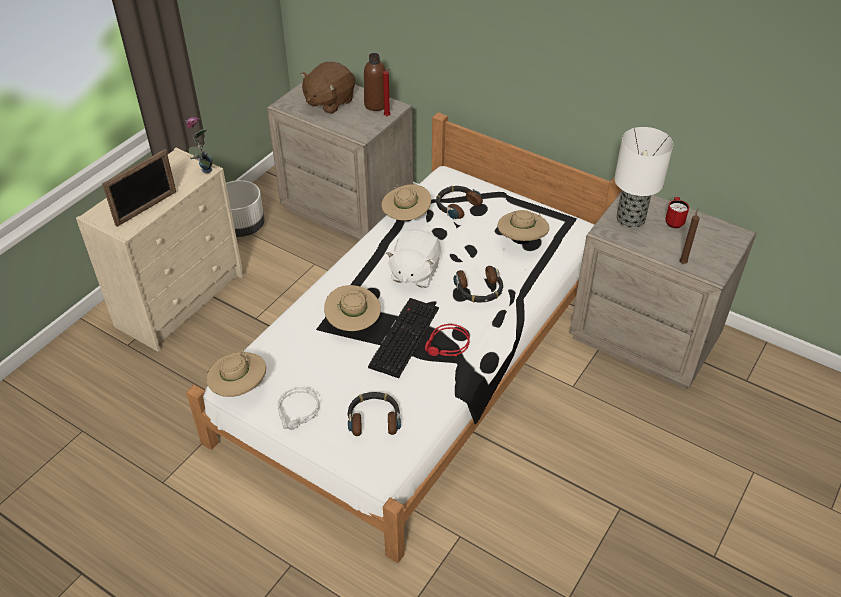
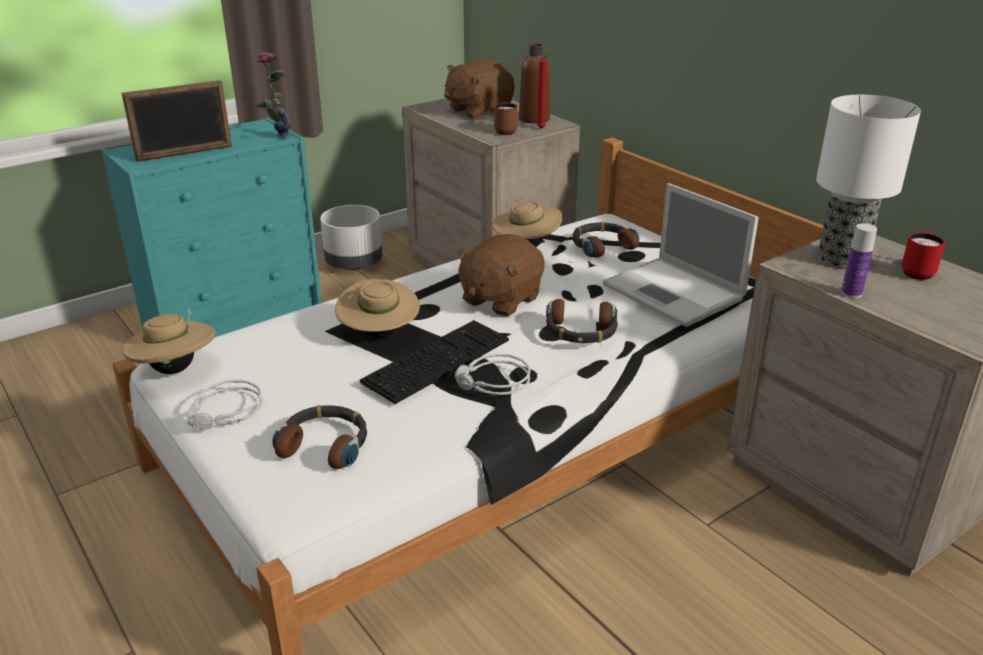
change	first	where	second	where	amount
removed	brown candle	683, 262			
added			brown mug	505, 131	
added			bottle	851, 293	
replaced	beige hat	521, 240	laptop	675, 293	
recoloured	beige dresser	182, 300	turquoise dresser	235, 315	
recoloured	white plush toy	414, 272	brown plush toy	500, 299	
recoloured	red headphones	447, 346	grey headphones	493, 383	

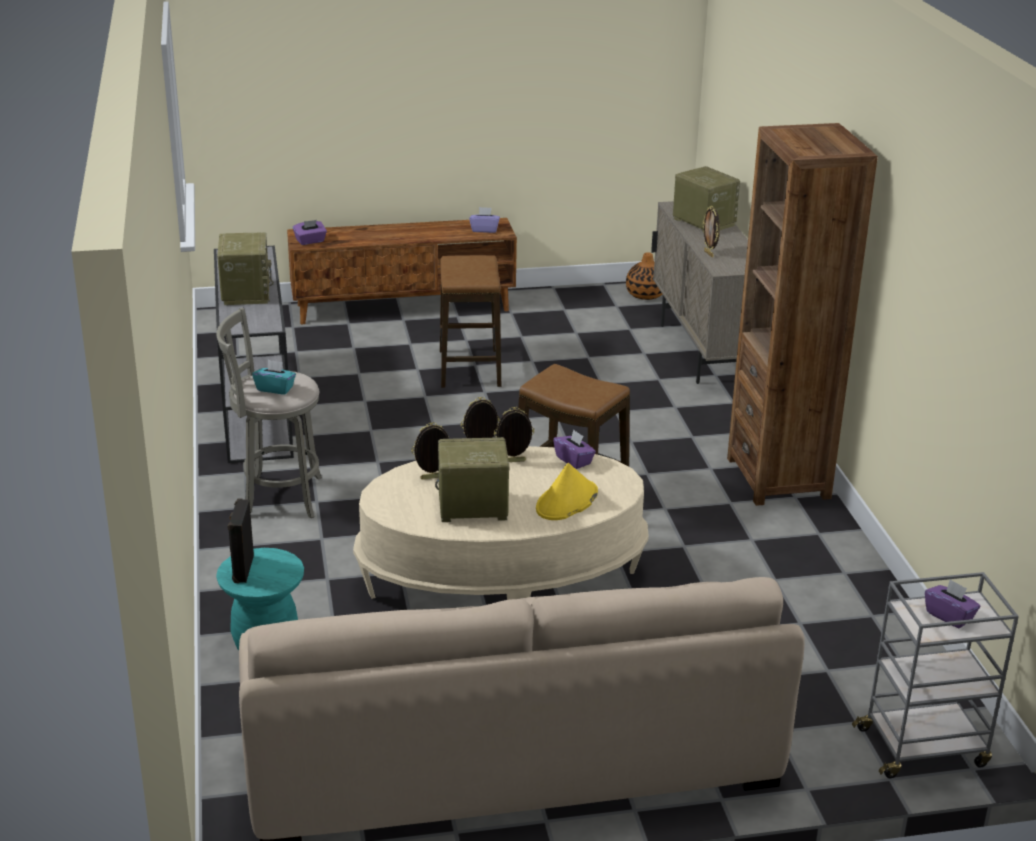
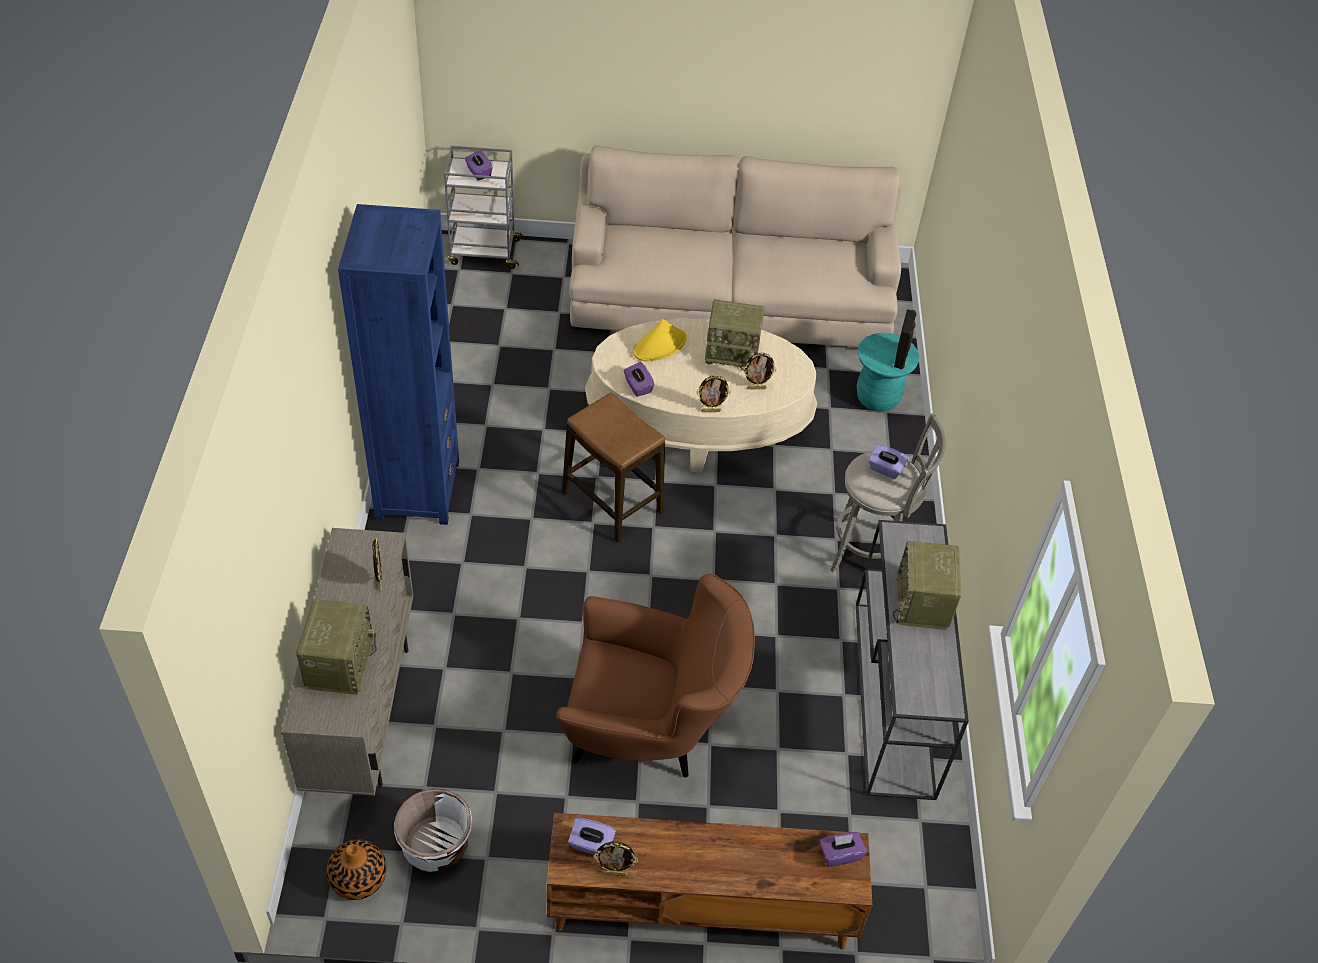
change	first	where	second	where	amount
added			white planter	436, 846	
moved	picture frame	513, 462		614, 873	
replaced	stool	469, 368	brown armchair	649, 732	
recoloured	turquoise tissue box	275, 389	purple tissue box	885, 469	
recoloured	brown bookcase	778, 478	blue bookcase	417, 489	
turned	radio	702, 222		339, 663	150 degrees counterclockwise

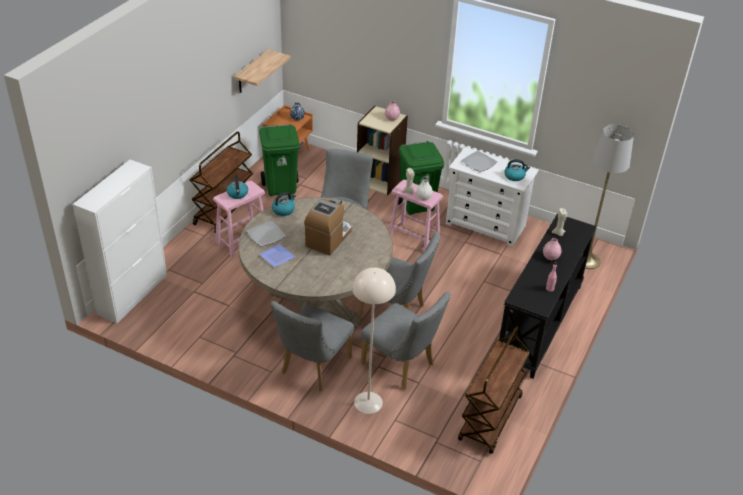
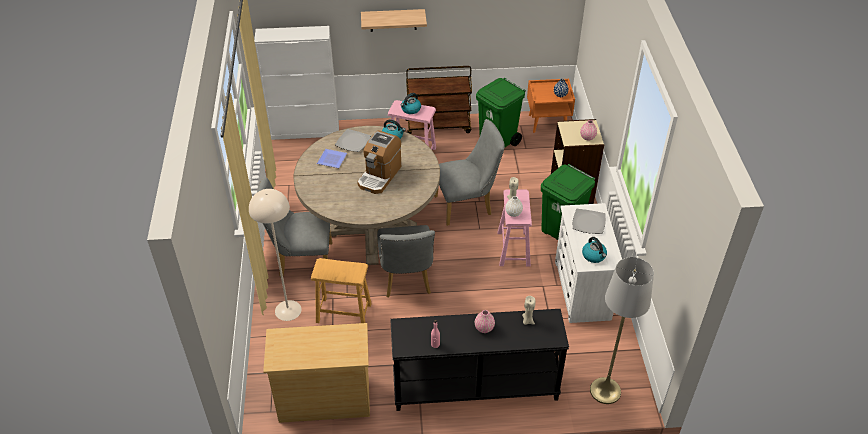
change	first	where	second	where	amount
moved	shelf	251, 72		393, 20	
replaced	grey chair	402, 366	brown stool	344, 313	
replaced	brown cart	490, 419	beige dresser	324, 399	
turned	coffee machine	328, 238		379, 176	120 degrees clockwise

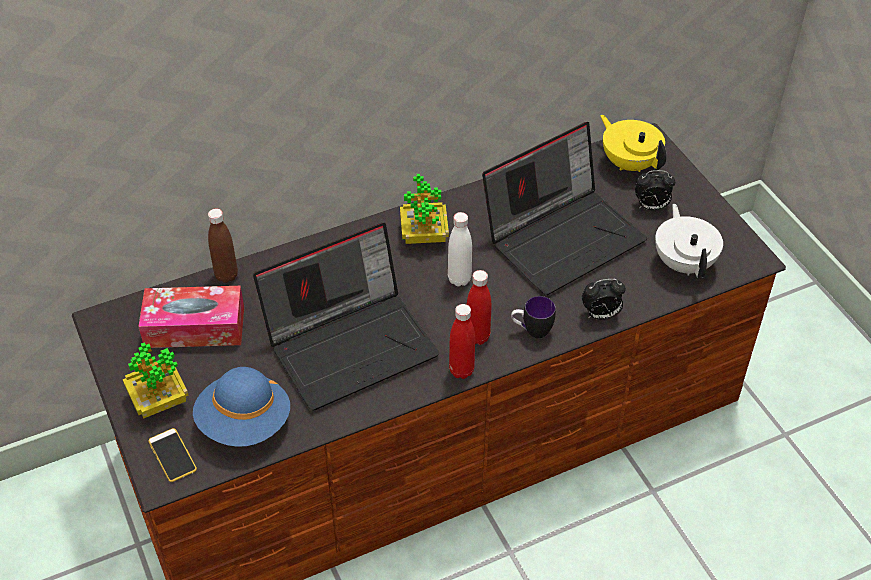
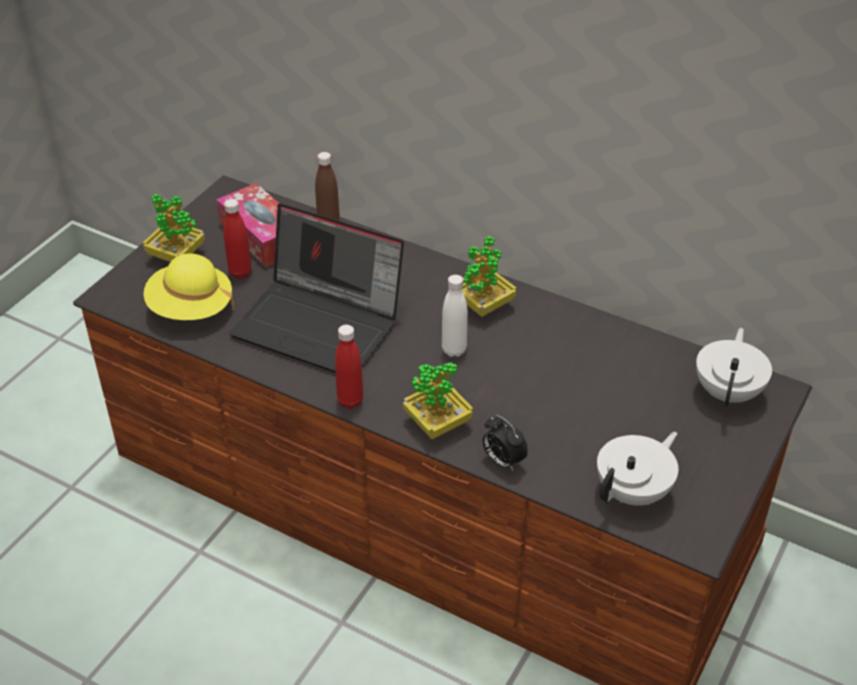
change	first	where	second	where	amount
removed	phone	172, 455			
removed	laptop	563, 236			
removed	alarm clock	651, 207			
moved	red bottle	477, 337		240, 272	
replaced	mug	531, 331	potted plant	437, 423	
recoloured	blue hat	244, 423	yellow hat	190, 308	
recoloured	yellow teapot	629, 163	white teapot	728, 392	

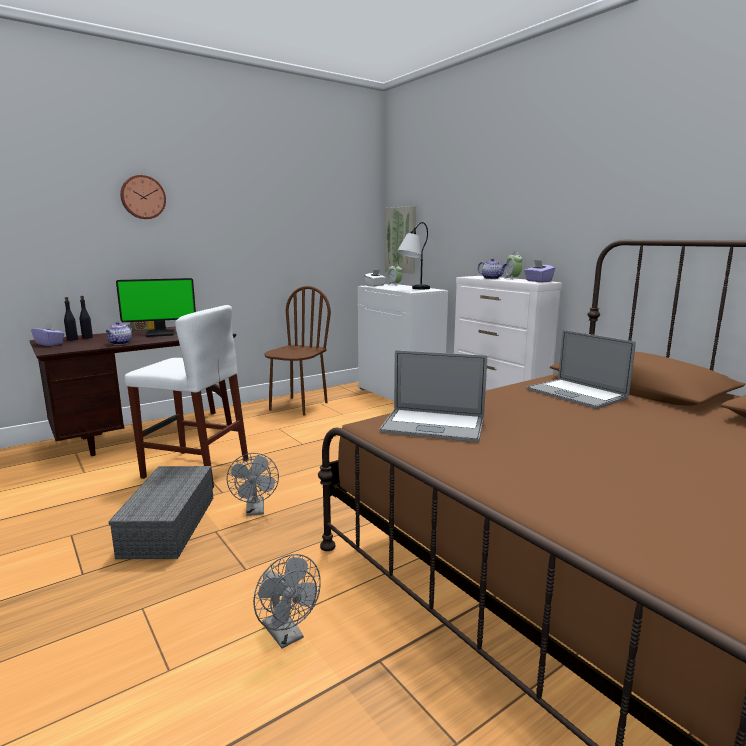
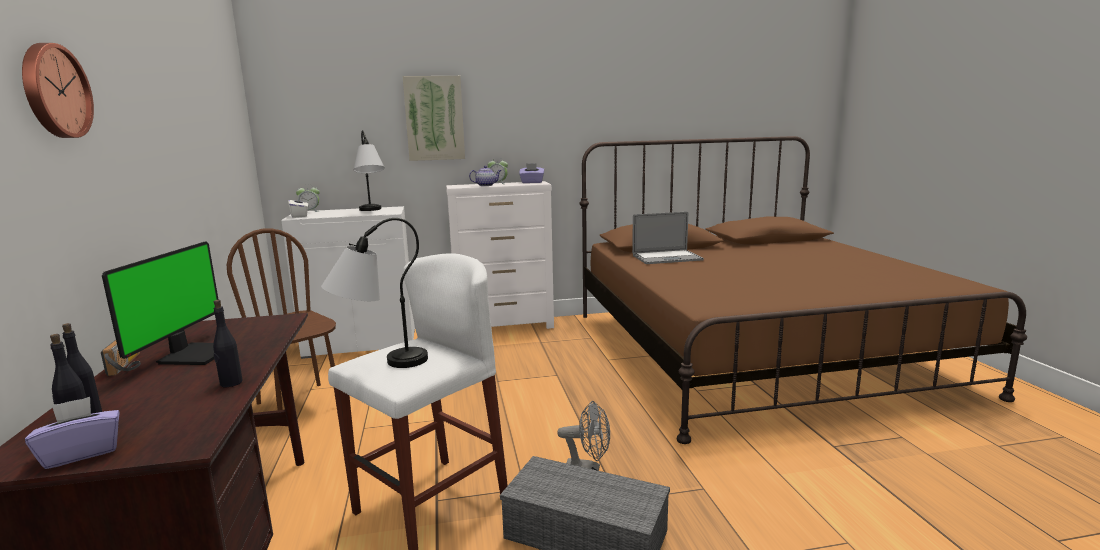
change	first	where	second	where	amount
removed	grey fan	287, 636			
removed	laptop	433, 425			
added			table lamp	379, 364	
moved	picture	401, 240		434, 118	
replaced	teapot	120, 343	black bottle	231, 383	

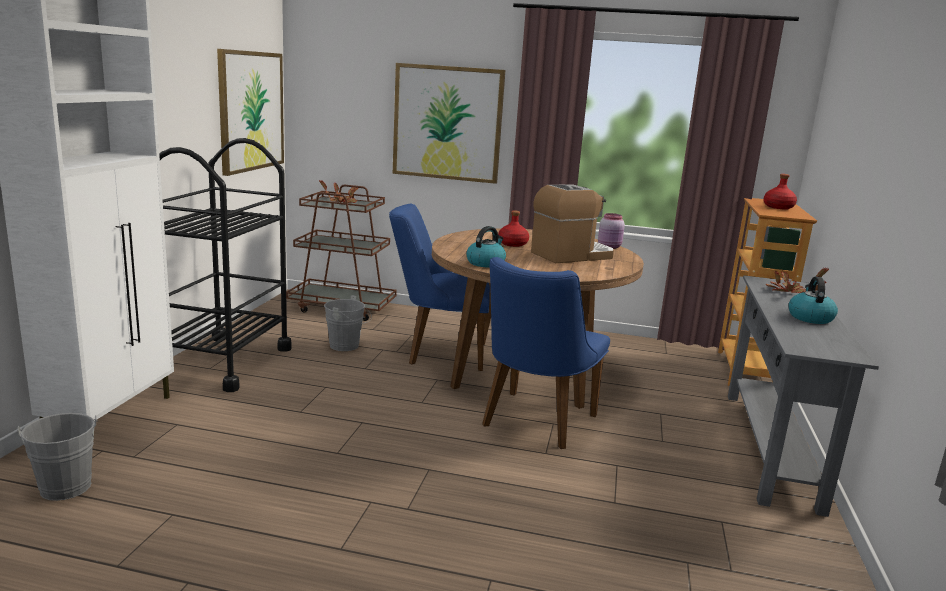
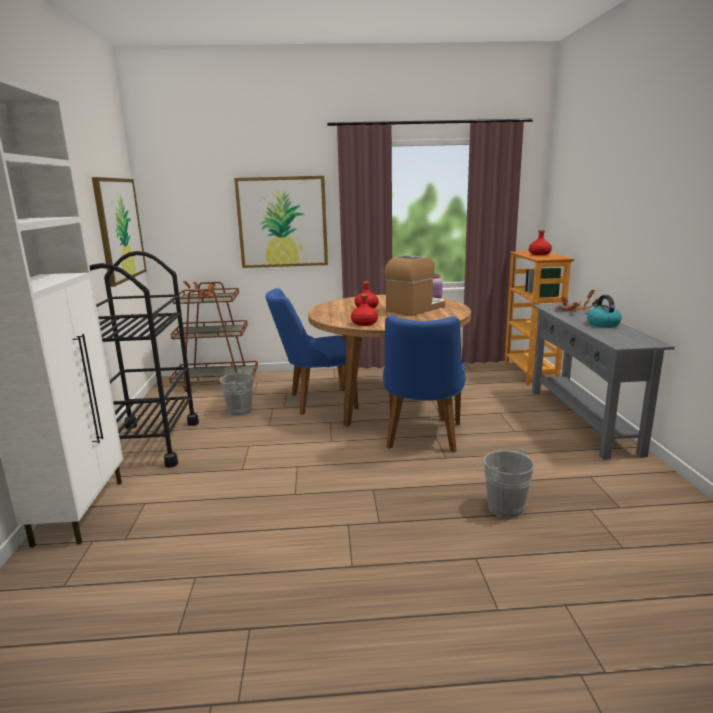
change	first	where	second	where	amount
moved	grey bucket	66, 484		502, 506	
replaced	kettle	485, 263	red bottle	364, 323	

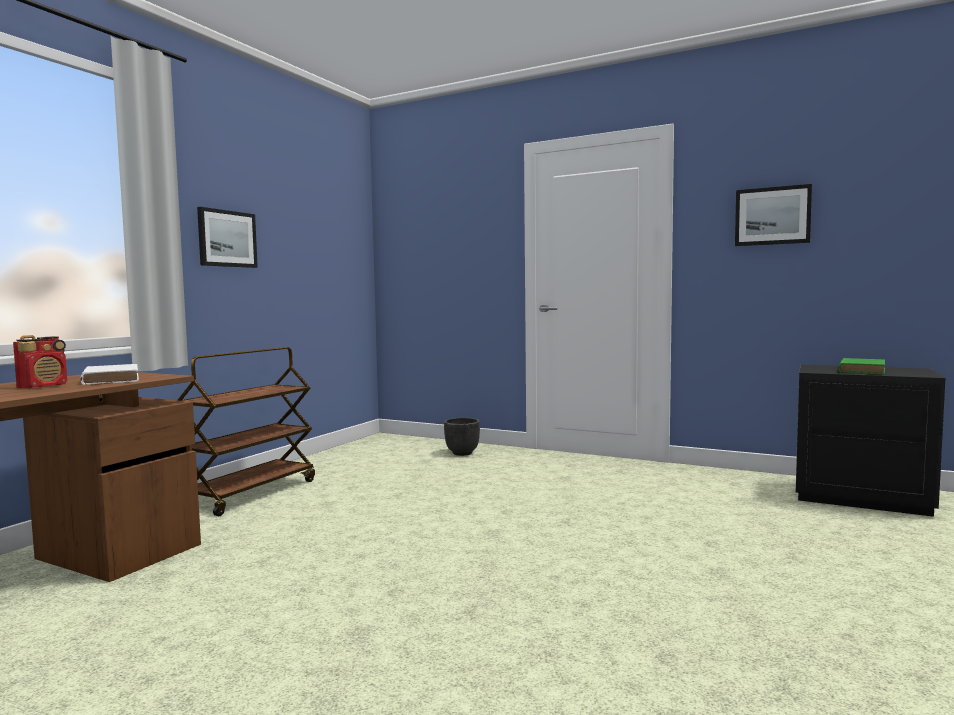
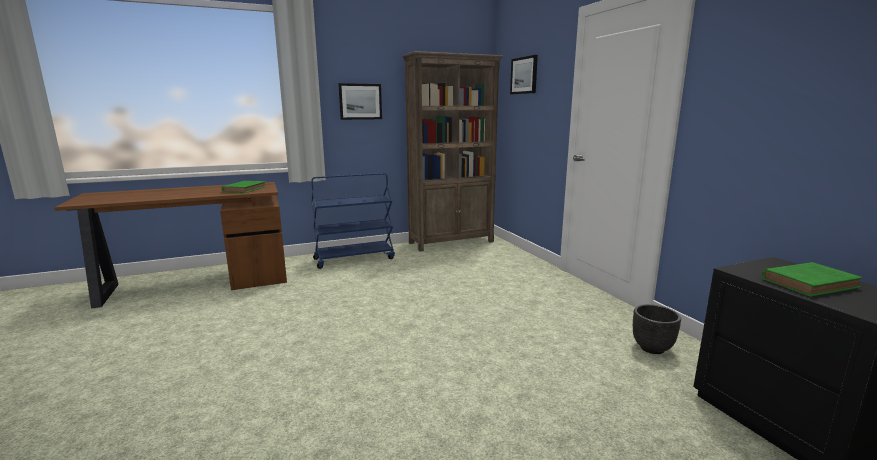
change	first	where	second	where	amount
removed	radio	44, 386			
added			brown bookcase	452, 242	
moved	black planter	462, 453		652, 348	
moved	picture	772, 216		524, 75	
recoloured	white book	111, 379	green book	245, 189	
recoloured	brown cart	251, 493	blue cart	354, 258	

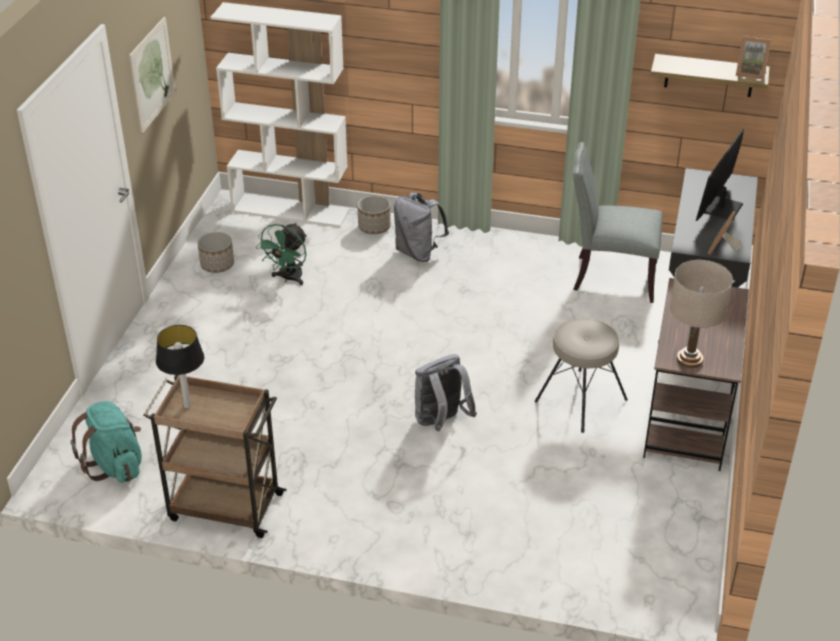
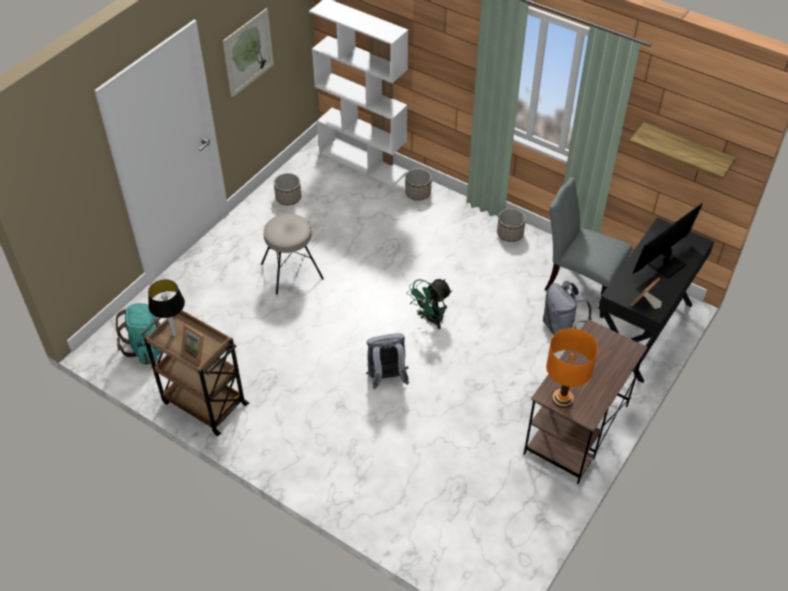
change	first	where	second	where	amount
added			planter	510, 234	
moved	green fan	288, 278		430, 319	
moved	grey backpack	418, 253		561, 328	
moved	beige stool	580, 400		291, 271	
moved	picture frame	750, 73		197, 352	
recoloured	beige table lamp	689, 359	orange table lamp	562, 399	

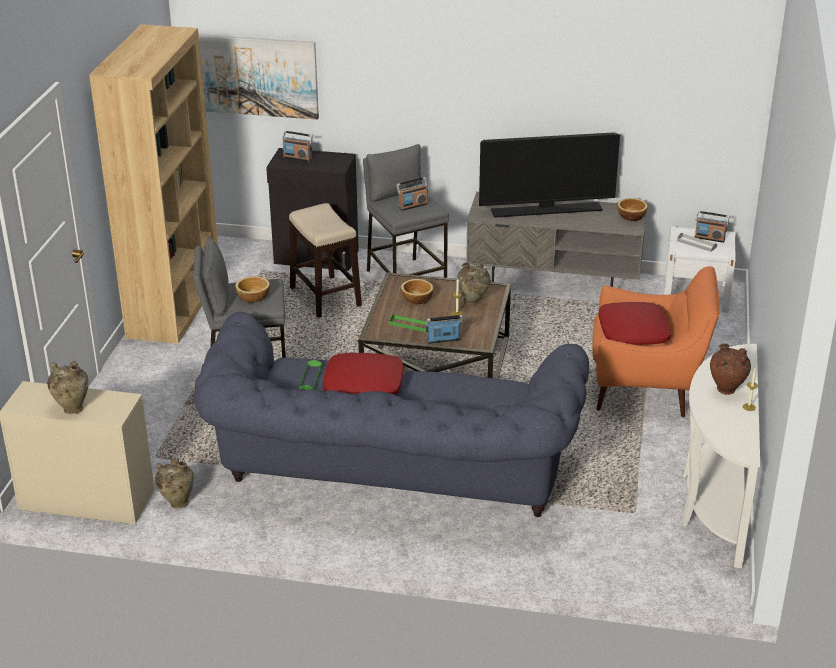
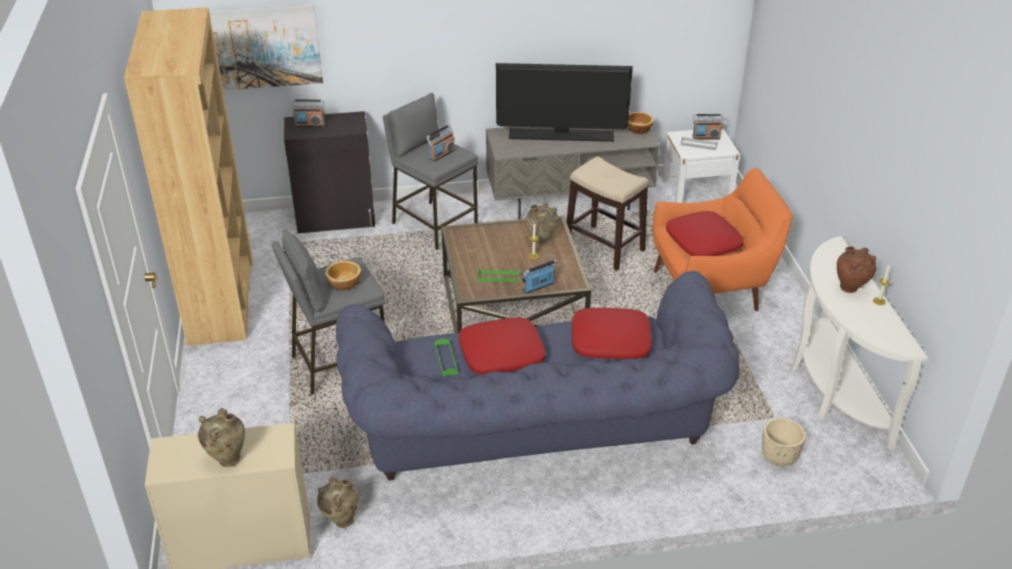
change	first	where	second	where	amount
removed	bowl	416, 299			
added			red pillow	610, 342	
added			beige planter	778, 459	
moved	stool	325, 297		605, 248	
turned	television	546, 210		560, 136	150 degrees counterclockwise

